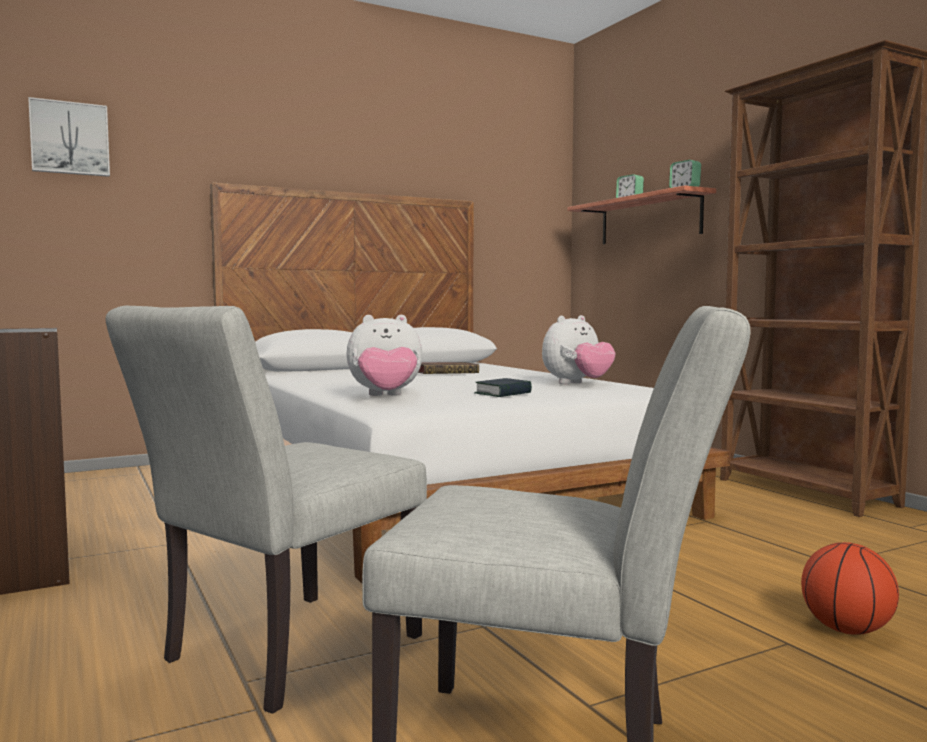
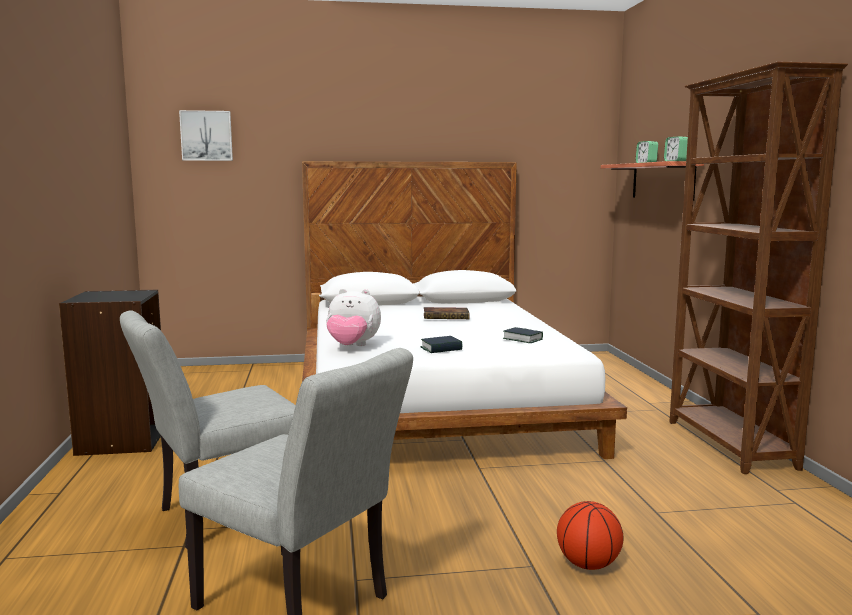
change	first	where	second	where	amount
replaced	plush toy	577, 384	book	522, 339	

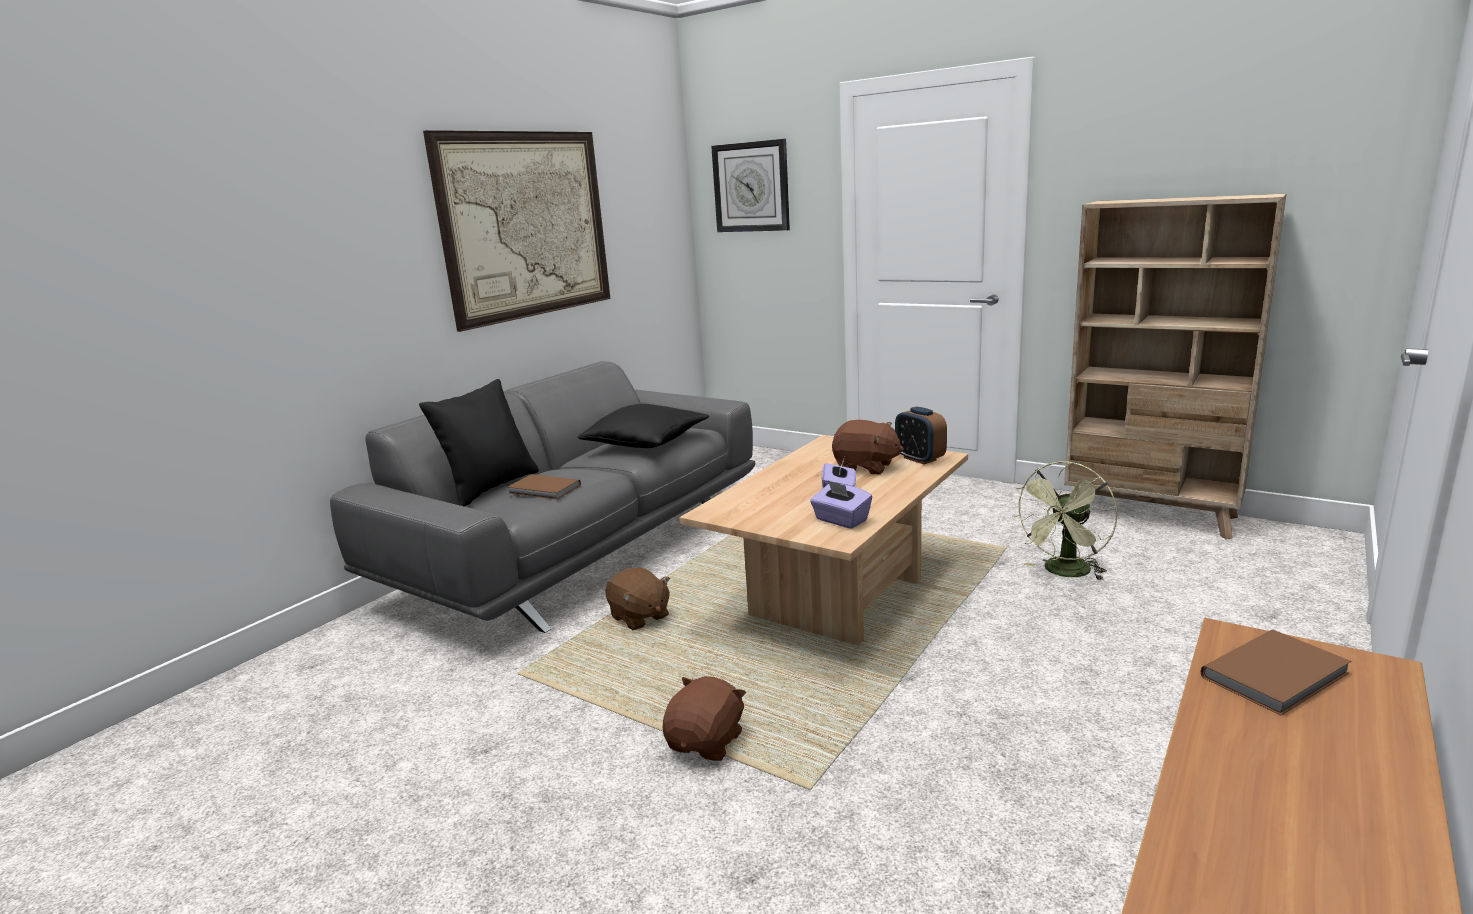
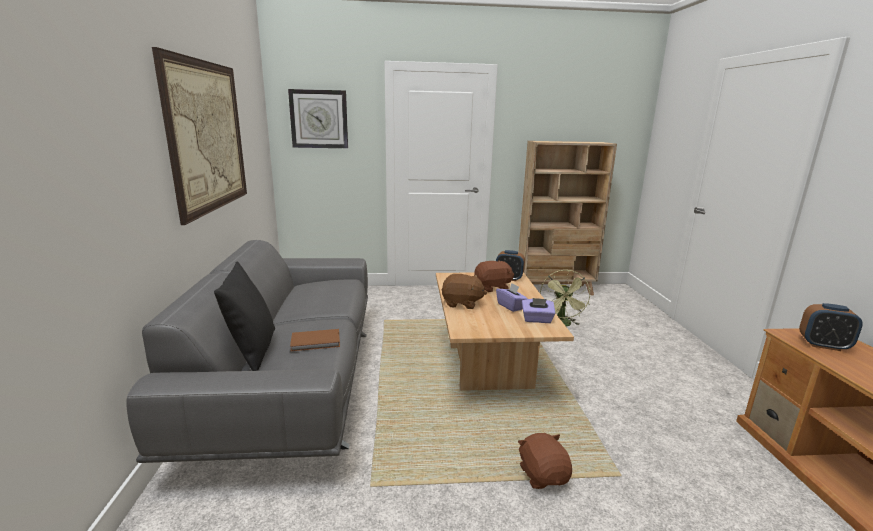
change	first	where	second	where	amount
removed	black pillow	646, 442			
moved	brown plush toy	639, 617		462, 303	
replaced	brown book	1278, 676	alarm clock	823, 345	

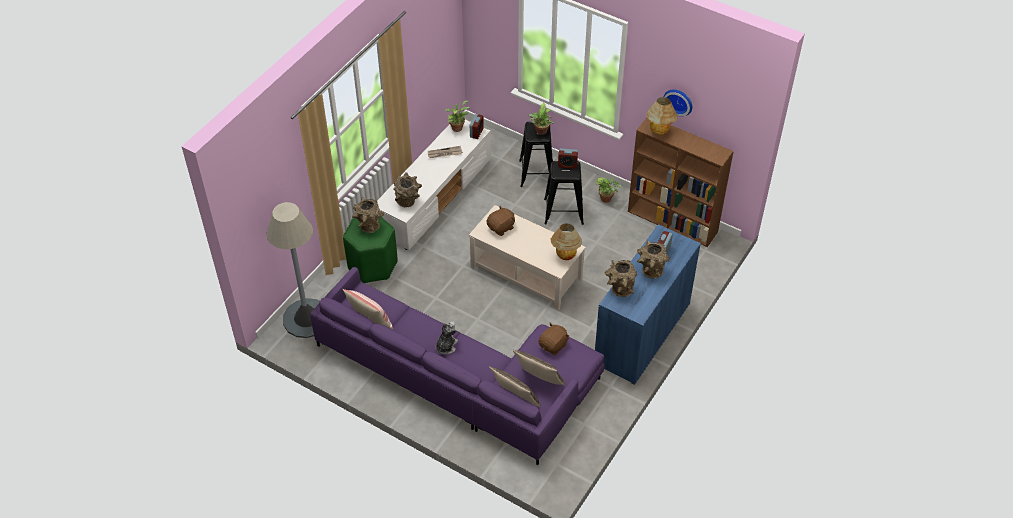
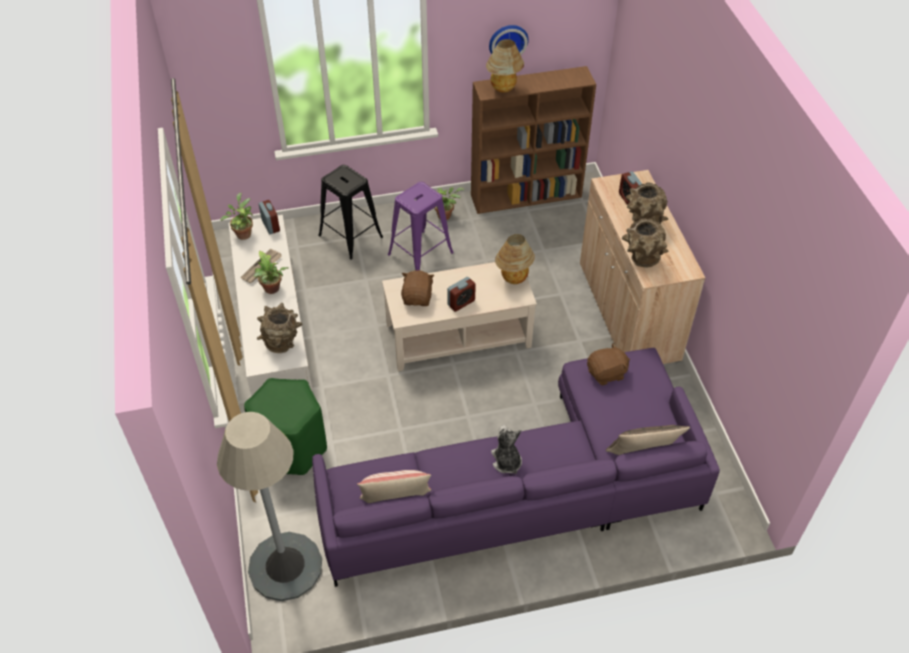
change	first	where	second	where	amount
removed	brown vase	368, 226			
removed	pillow	538, 380			
moved	potted plant	541, 132		272, 290	
moved	alarm clock	567, 165		461, 303	
recoloured	black stool	563, 211	purple stool	420, 254	
recoloured	blue cabinet	642, 334	beige cabinet	628, 311	
turned	brown plush toy	553, 345		606, 373	75 degrees clockwise

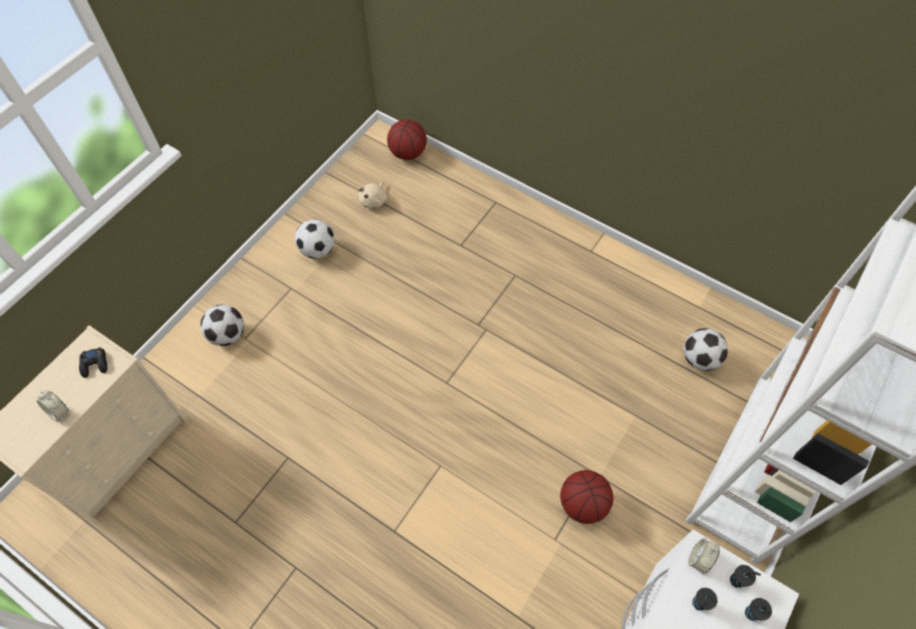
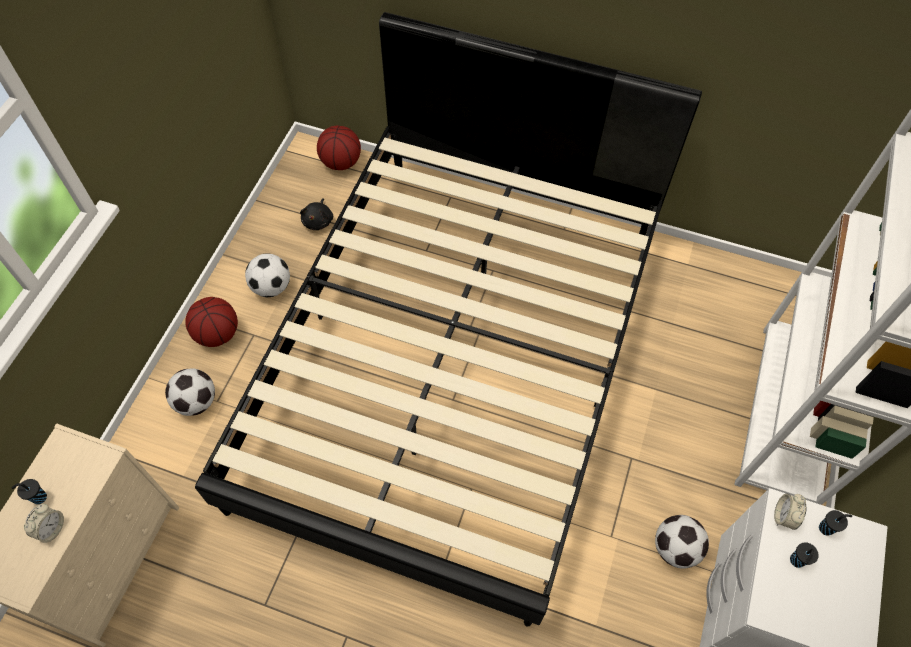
change	first	where	second	where	amount
removed	black game controller	95, 364			
added			black bed	456, 361	
moved	basketball	583, 503		217, 333	
moved	football	699, 359		675, 548	
moved	black cup	750, 613		38, 497	
recoloured	beige plush toy	374, 200	black plush toy	318, 221	
turned	alarm clock	59, 412		51, 529	90 degrees counterclockwise

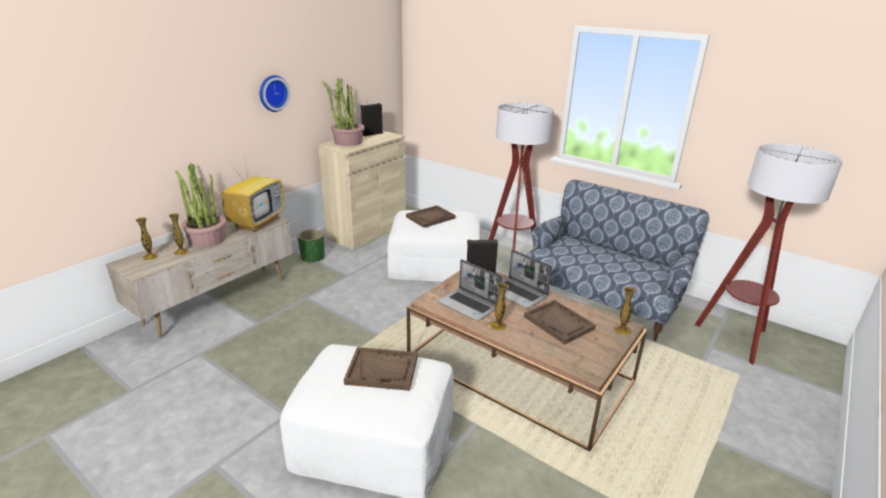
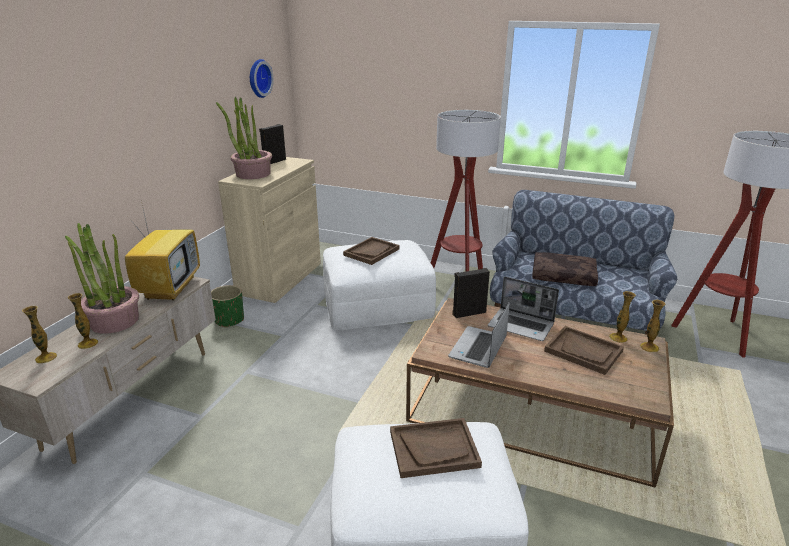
change	first	where	second	where	amount
added			brown pillow	564, 276	
moved	wall clock	272, 93		258, 78	
moved	vase	497, 326		618, 338	
turned	laptop	469, 305		478, 348	90 degrees clockwise

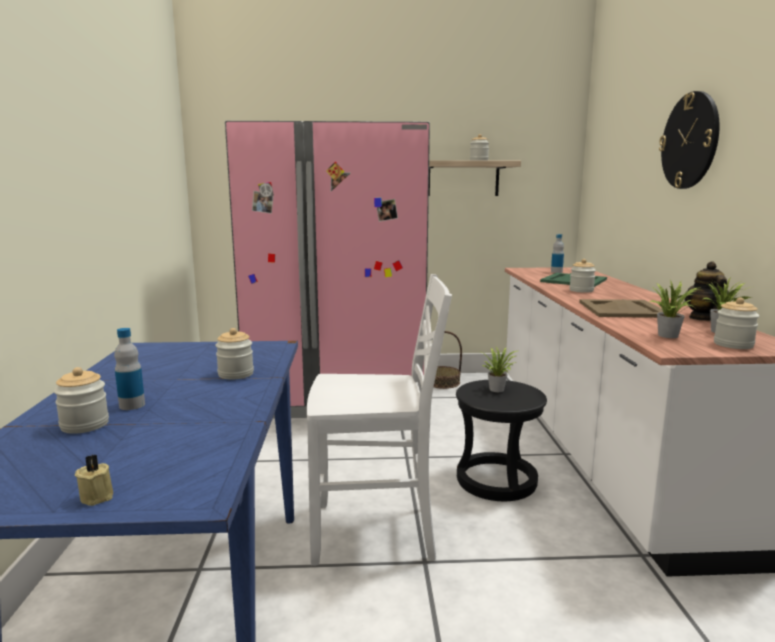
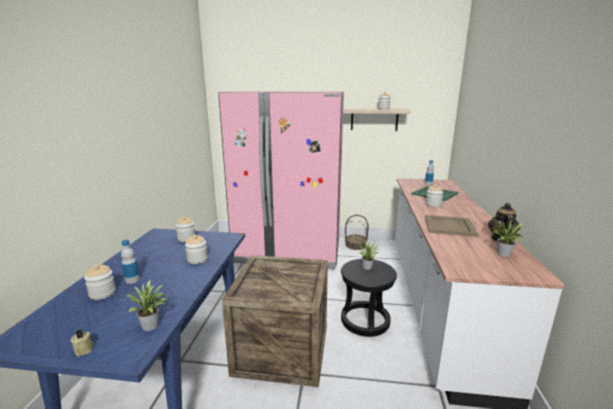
change	first	where	second	where	amount
removed	wall clock	690, 141			
moved	potted plant	671, 336		151, 326	
moved	jar	733, 344		186, 238	
replaced	white chair	376, 533	crate	282, 349	

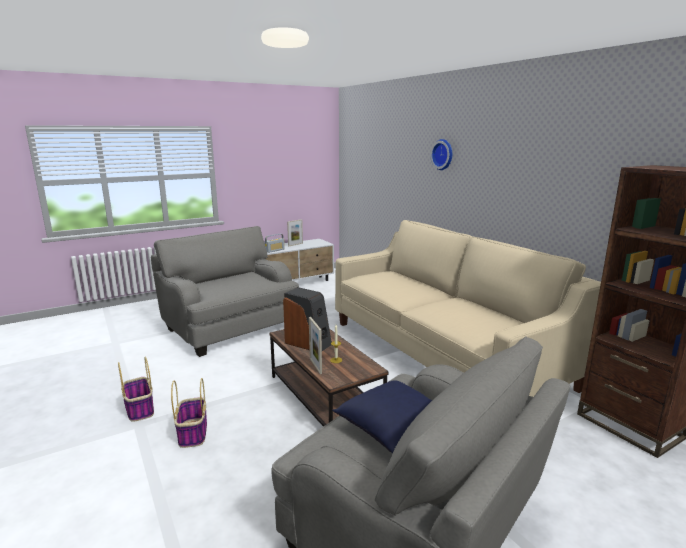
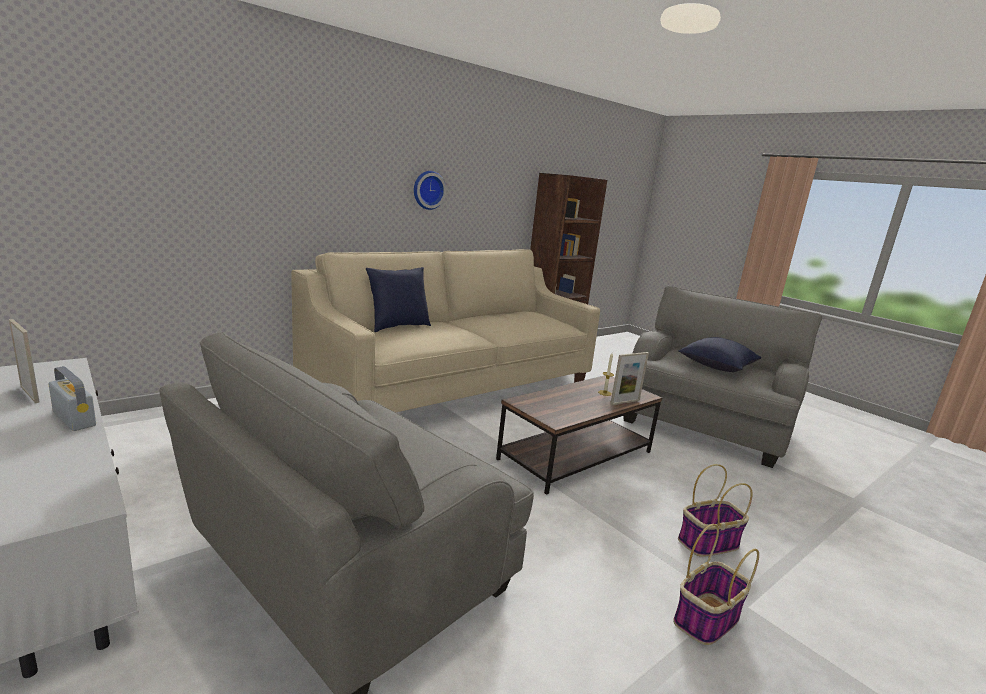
change	first	where	second	where	amount
removed	speaker	308, 343			
added			blue pillow	398, 326	
moved	wall clock	443, 154		428, 190	

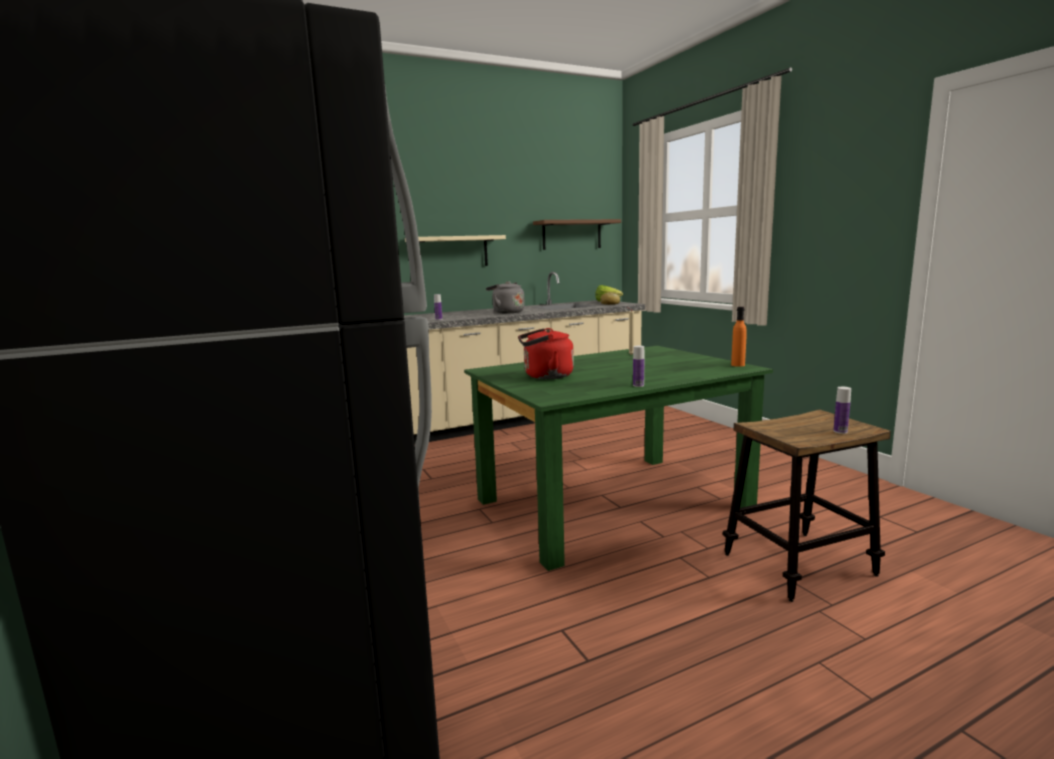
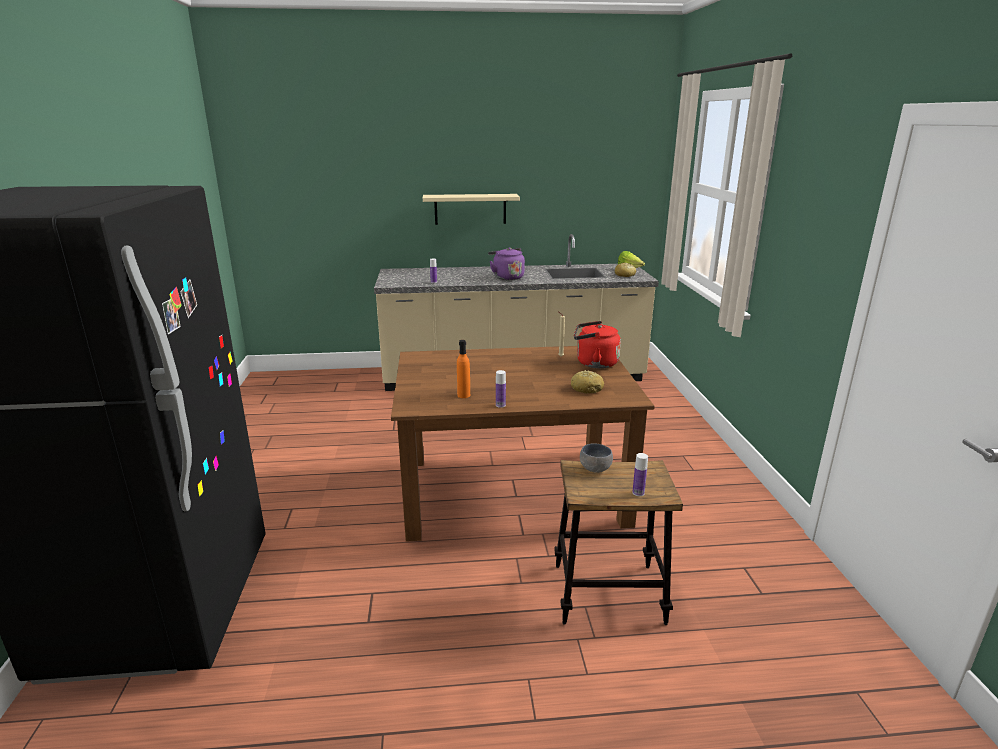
change	first	where	second	where	amount
removed	brown shelf	572, 235			
added			bread	587, 389	
added			grey bowl	596, 469	
moved	red kettle	545, 376		594, 363	
moved	orange bottle	738, 365		463, 395	
recoloured	green dining table	611, 504	brown dining table	511, 491	
recoloured	grey kettle	506, 312	purple kettle	507, 277	

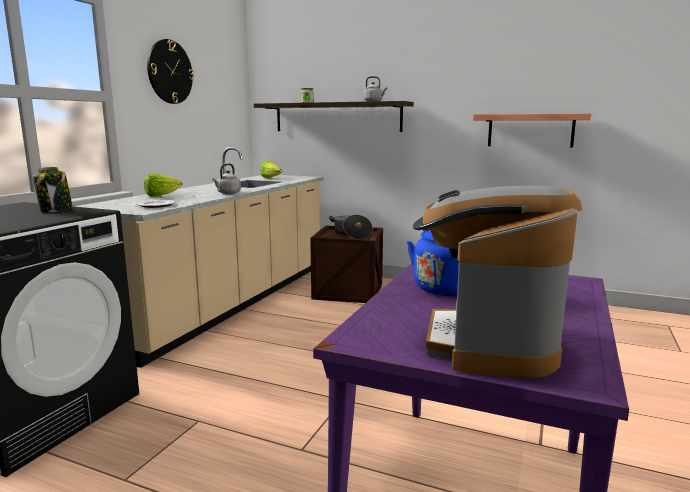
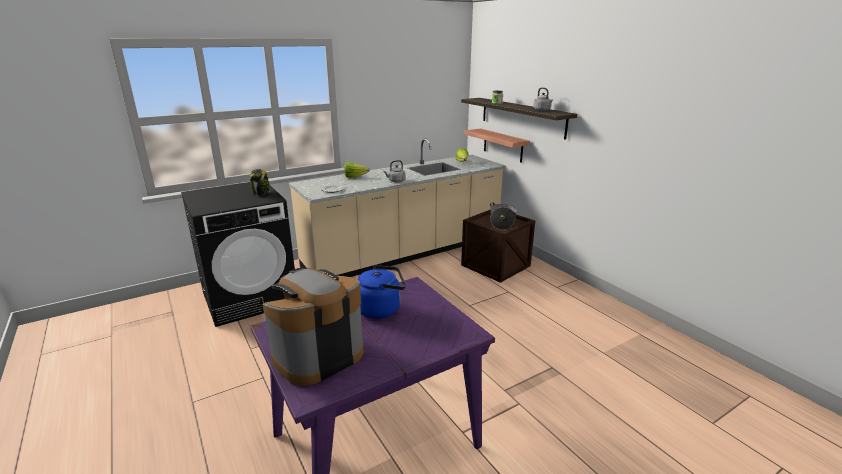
change	first	where	second	where	amount
removed	wall clock	170, 72			
moved	shelf	530, 130		503, 145	

